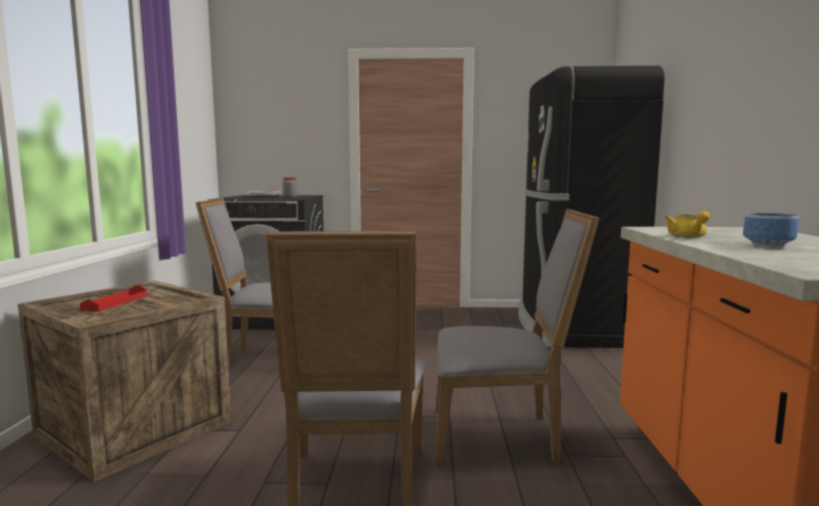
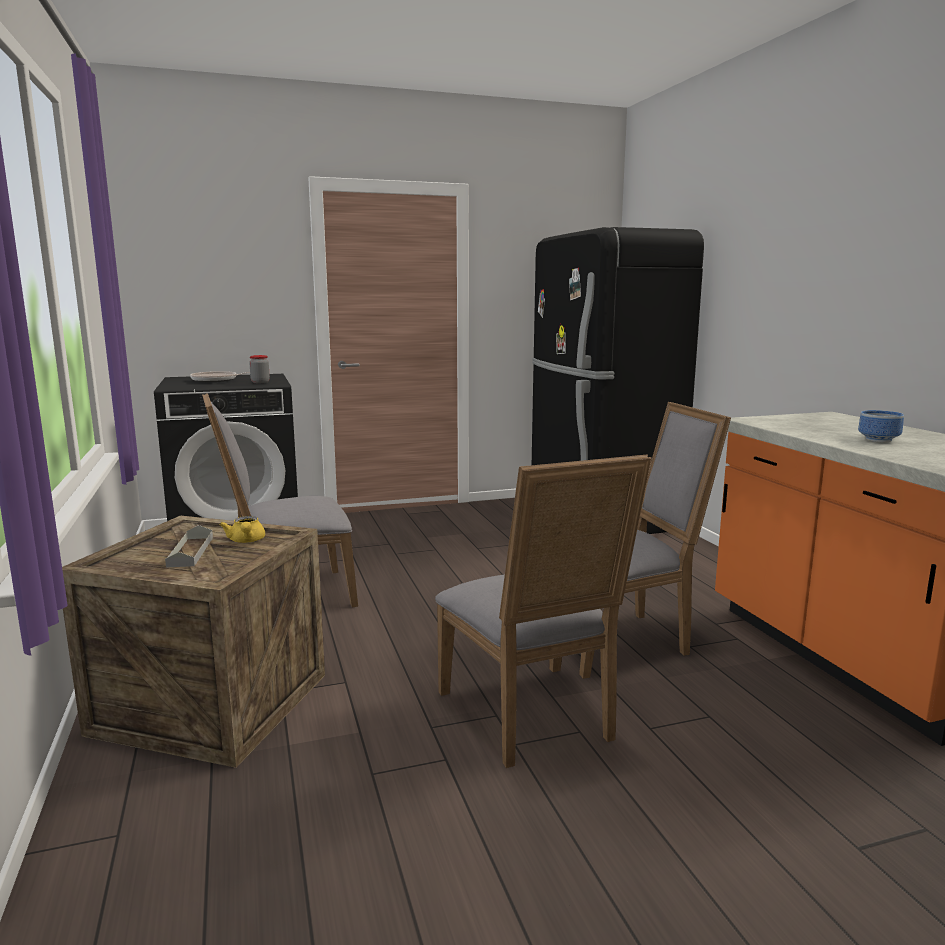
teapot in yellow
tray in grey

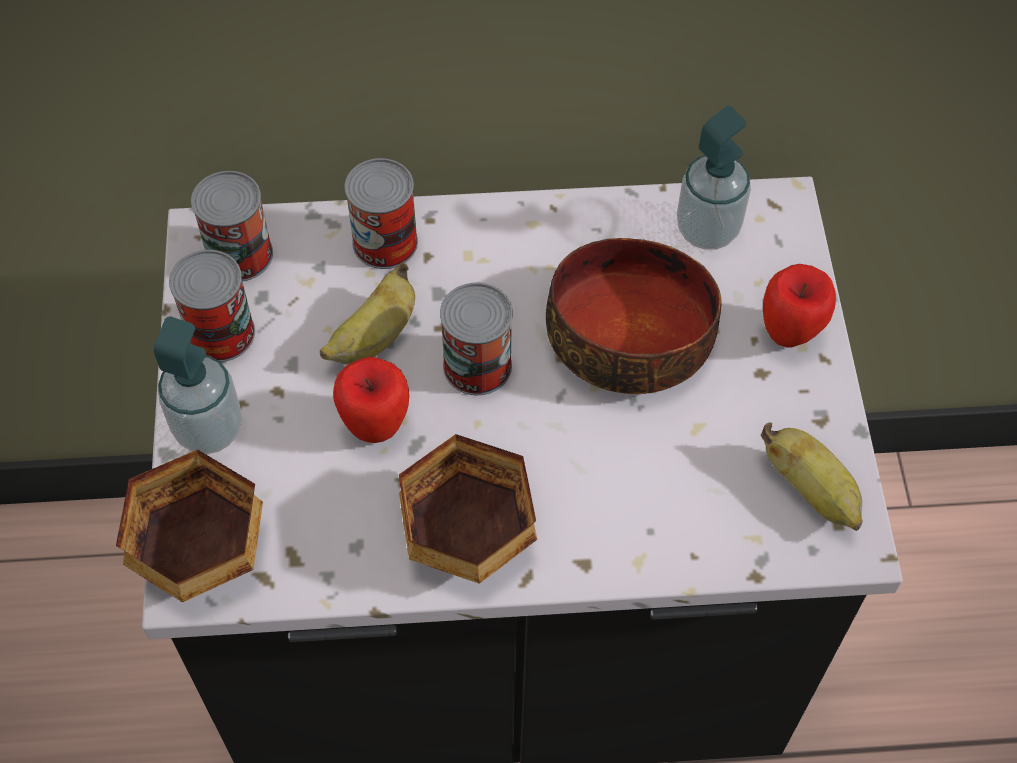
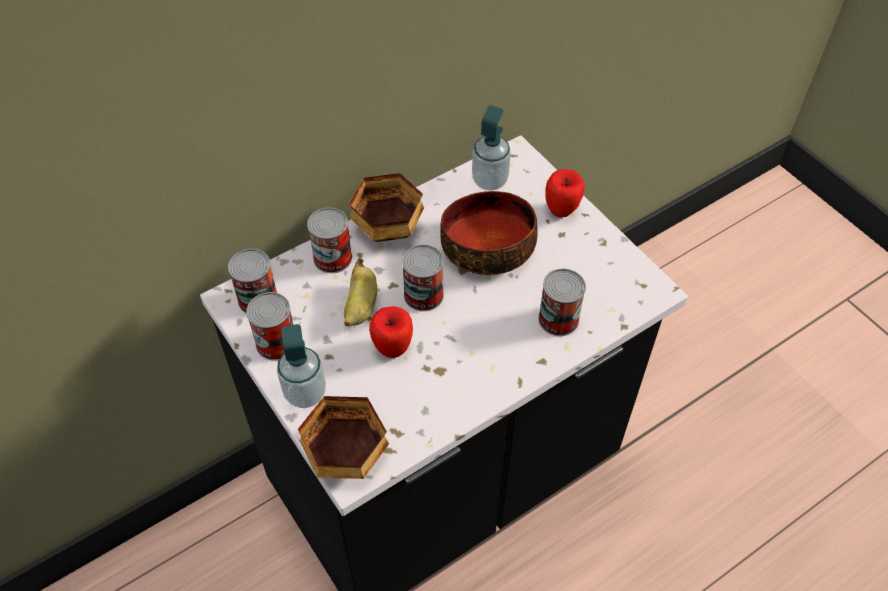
banana (2nd from left in the first image)
can (5th from left)
bowl (2nd from left)

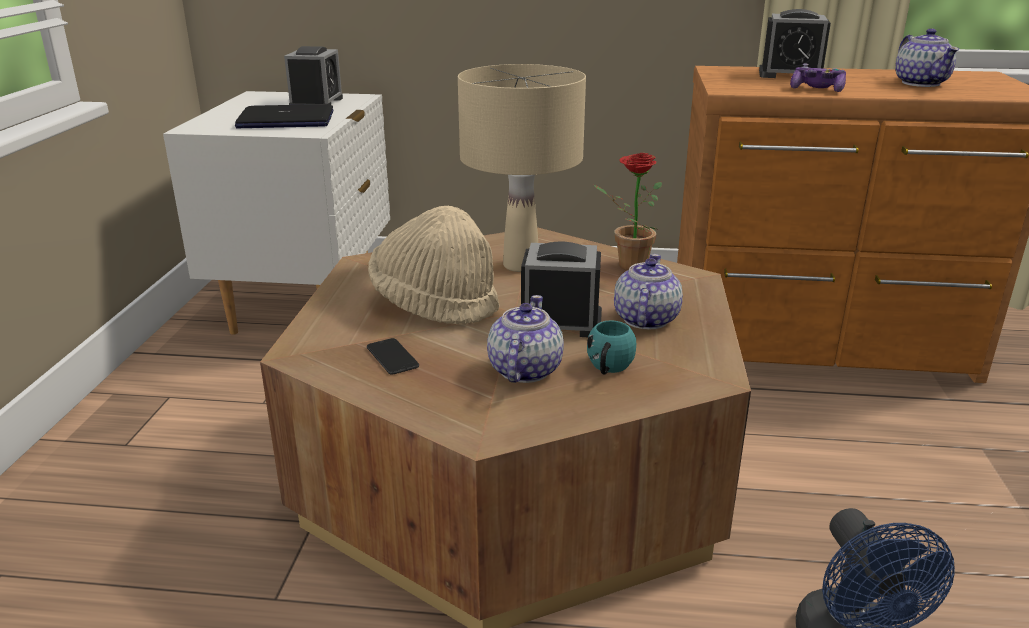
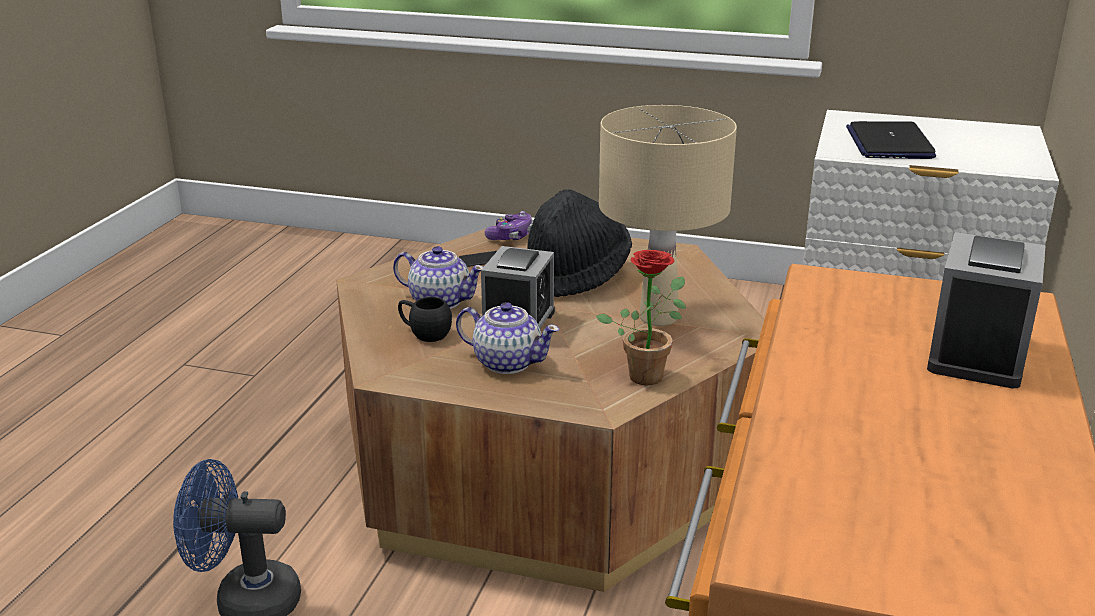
alarm clock (1st from left in the first image)
teapot (3rd from left in the first image)
game controller
hat in black
mug in black

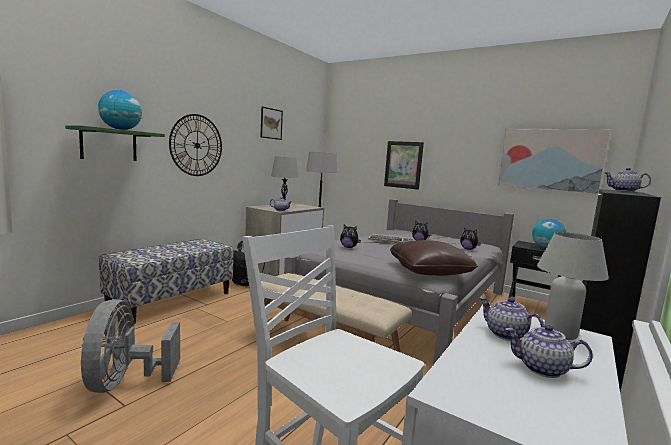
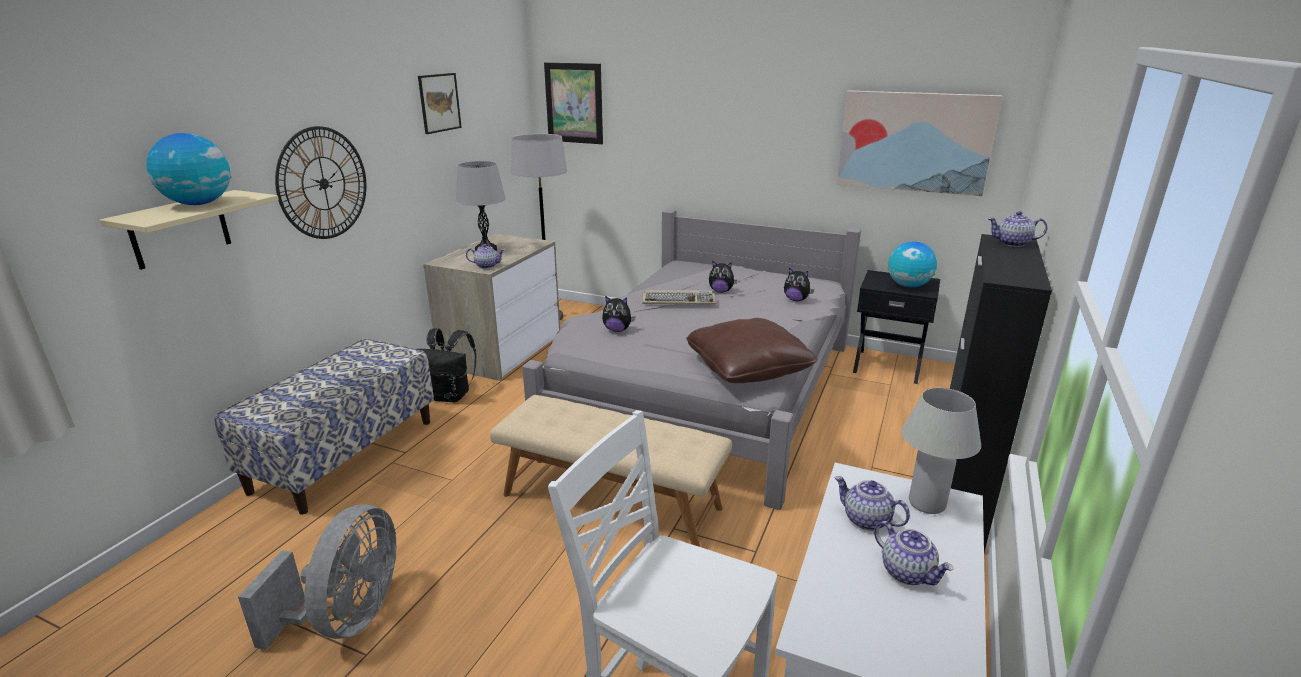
picture (2nd from left)
shelf in beige
fan in grey
teapot (3rd from left)

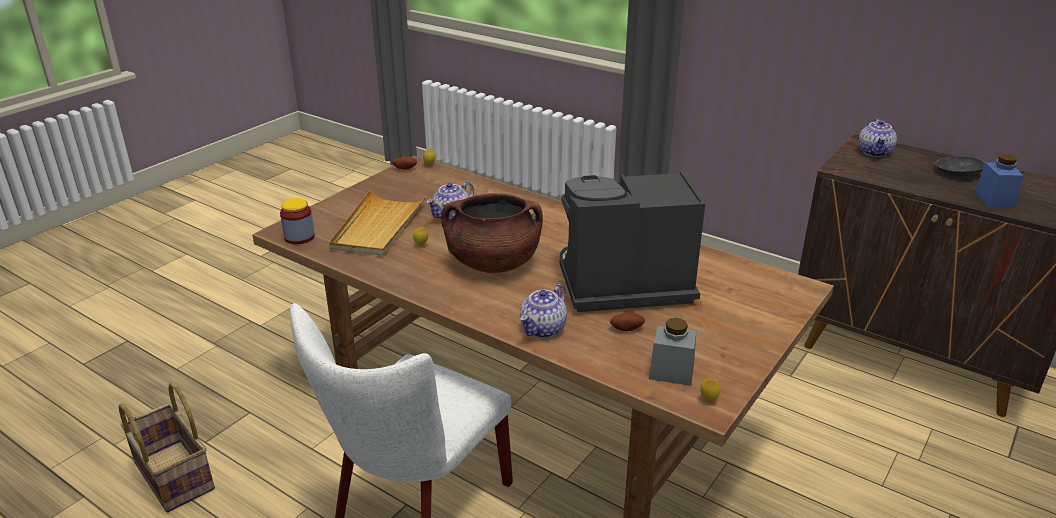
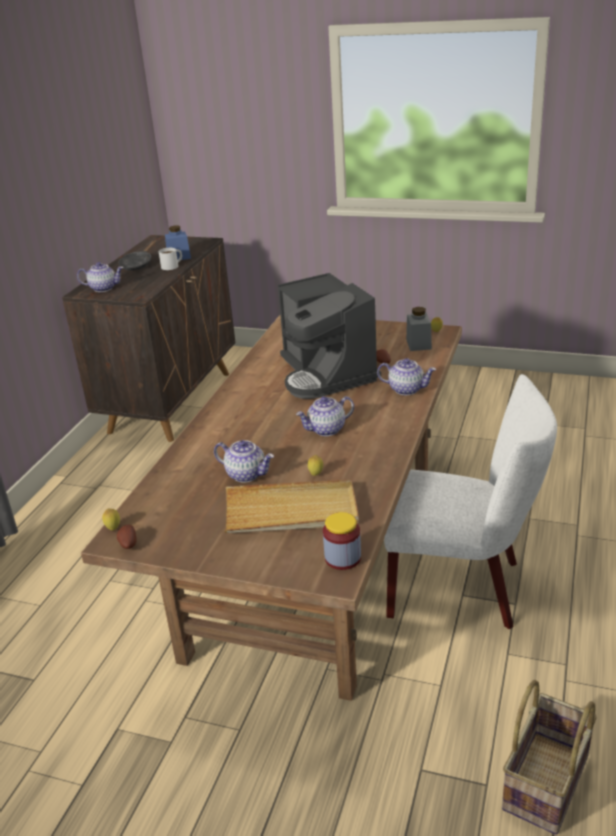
mug in white
teapot (3rd from left)

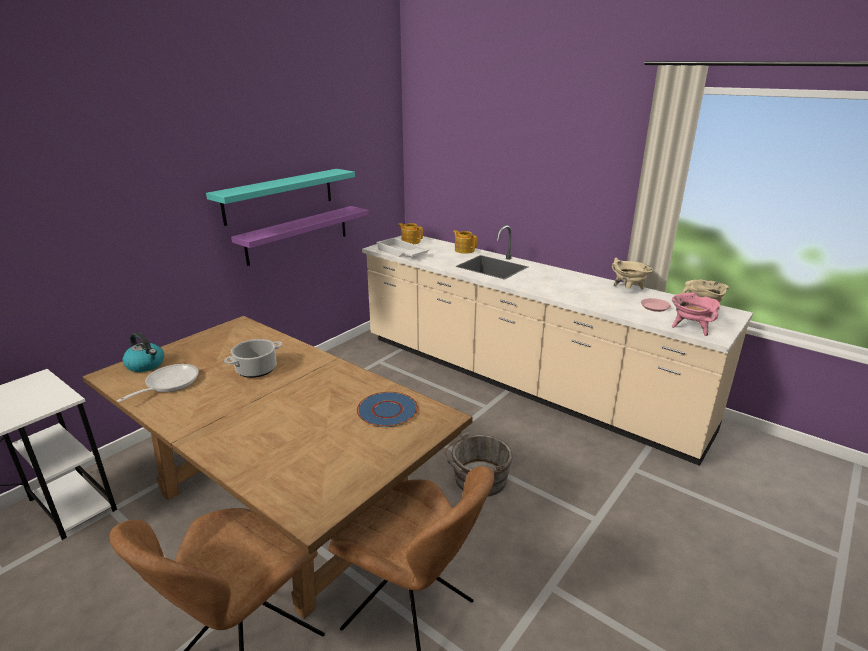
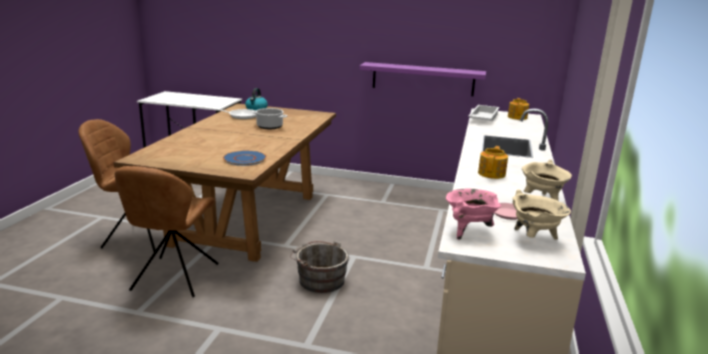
shelf in turquoise
teapot (1st from left)

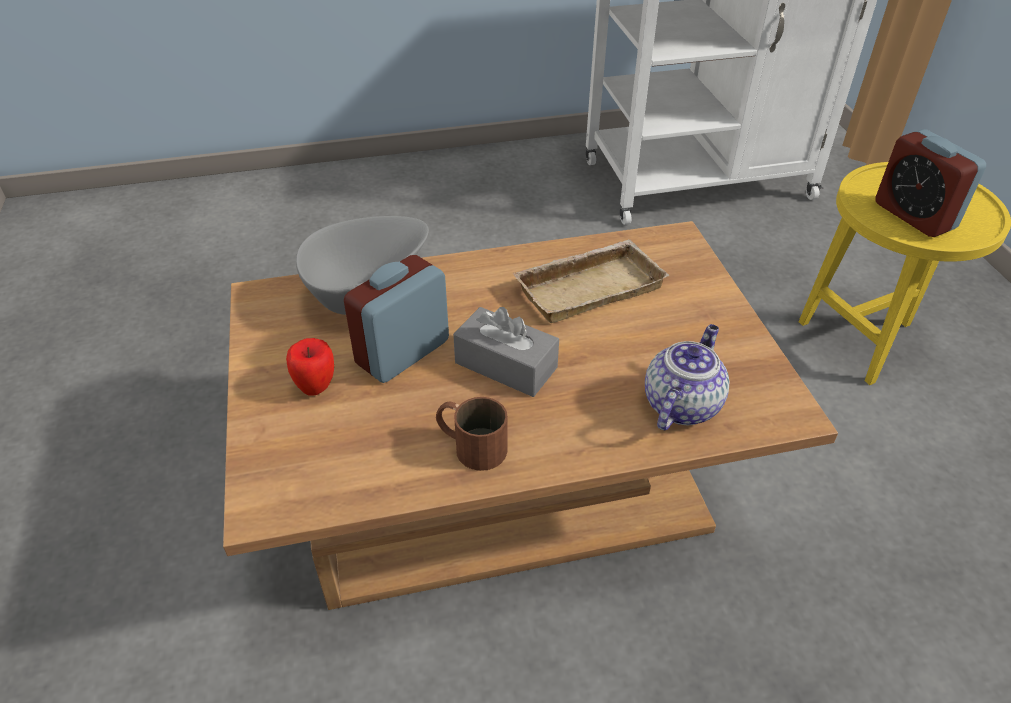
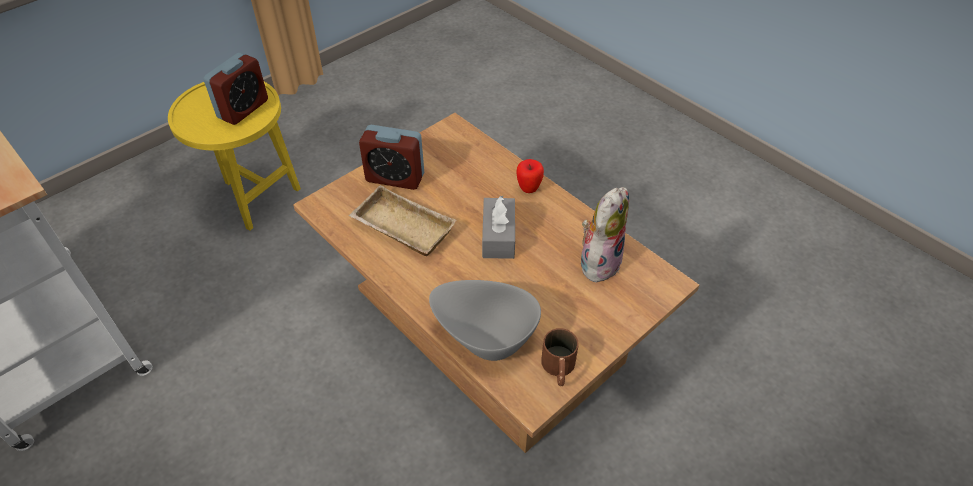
teapot
plush toy
apple
alarm clock (2nd from left)
mug in brown

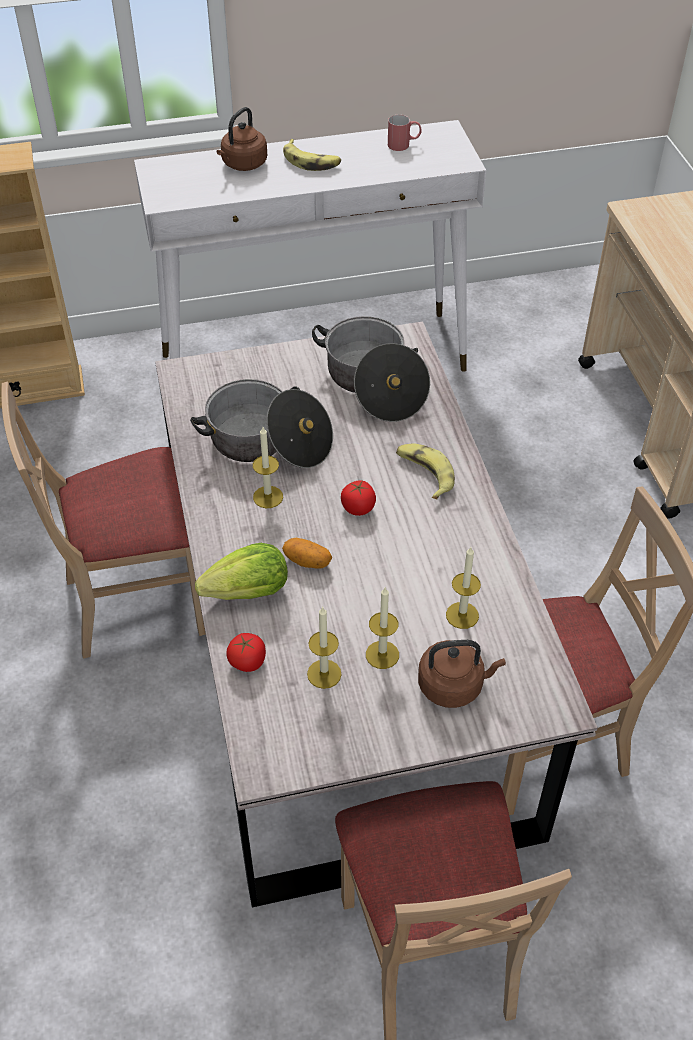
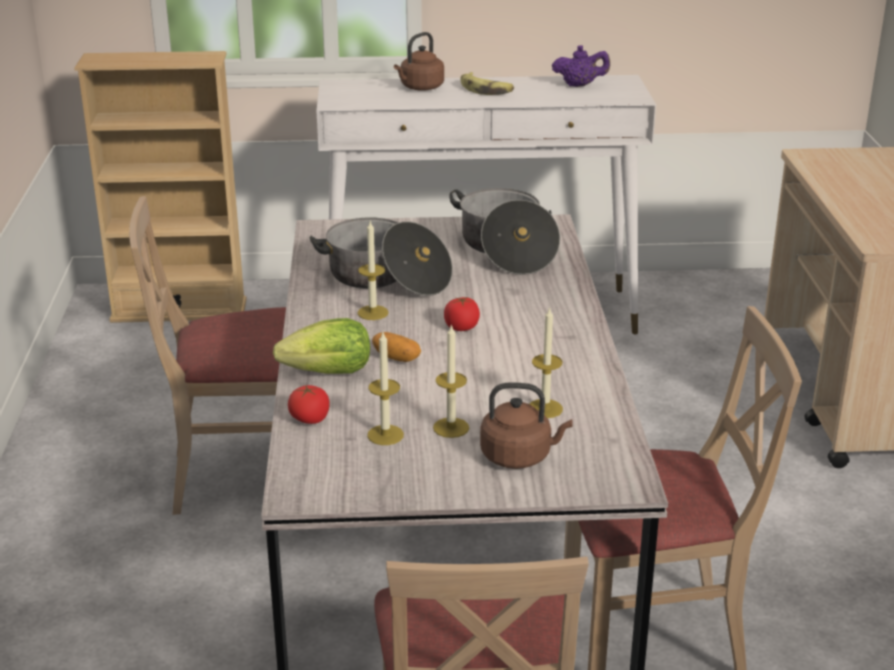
banana (2nd from left in the first image)
teapot in purple

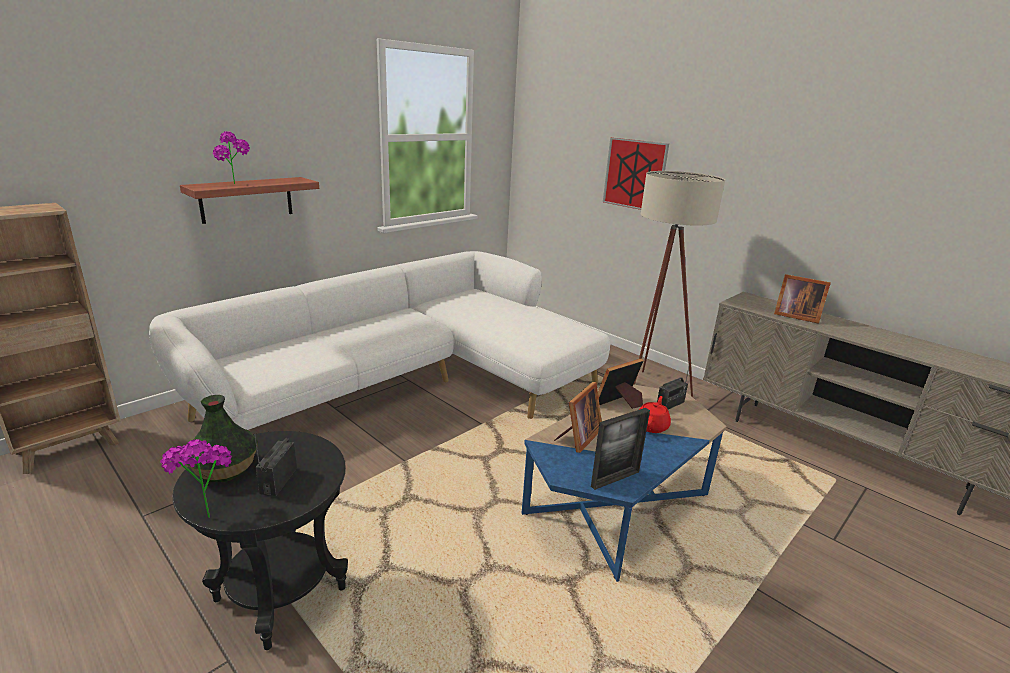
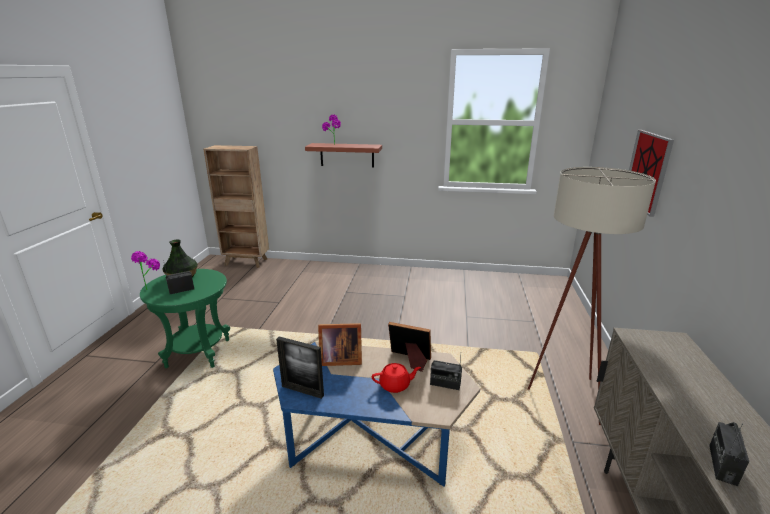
sofa in white
picture frame (4th from left in the first image)
radio (3rd from left)
side table in green

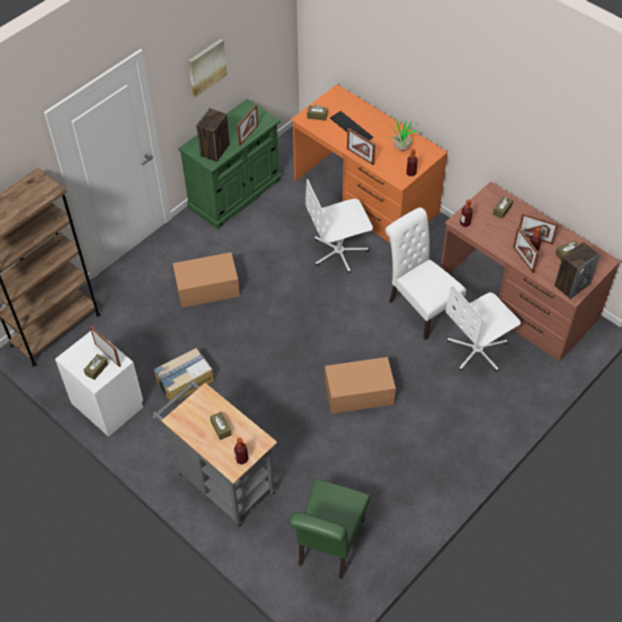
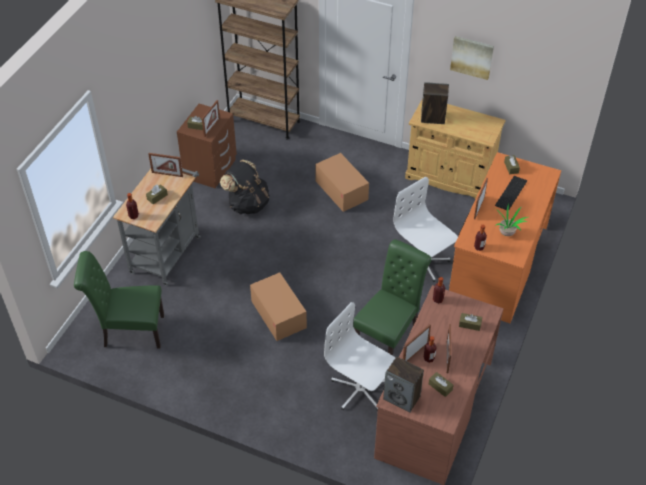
picture frame (1st from left)
backpack in black
nightstand in brown
cabinet in beige
chair in green (2nd from left)

